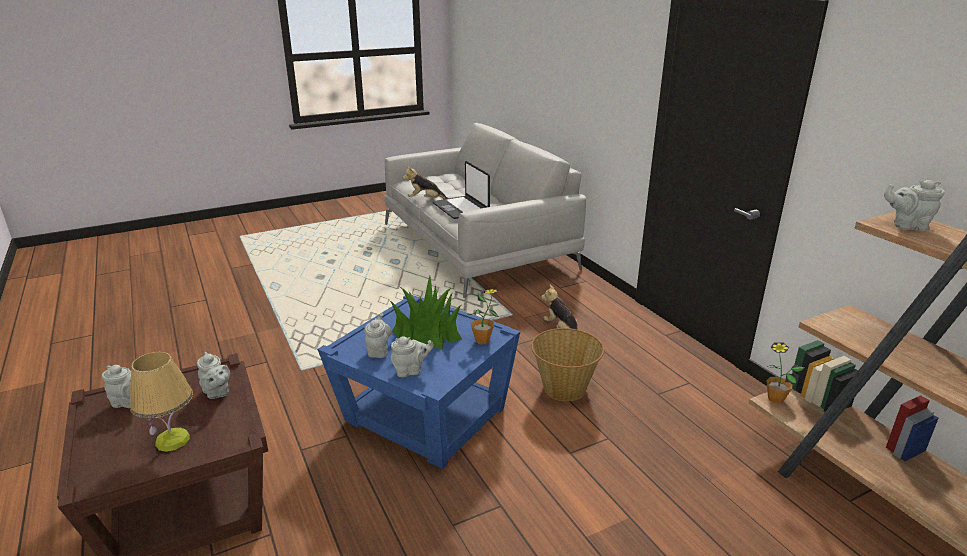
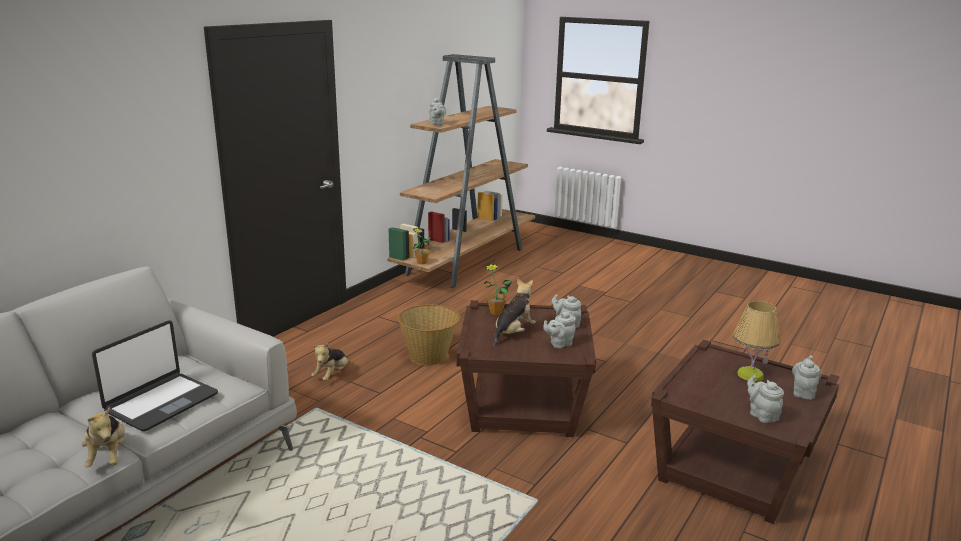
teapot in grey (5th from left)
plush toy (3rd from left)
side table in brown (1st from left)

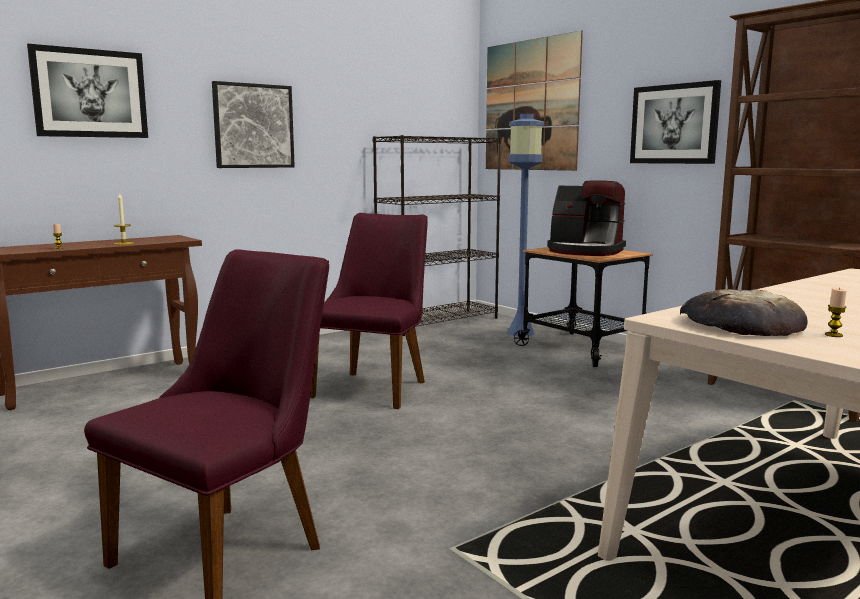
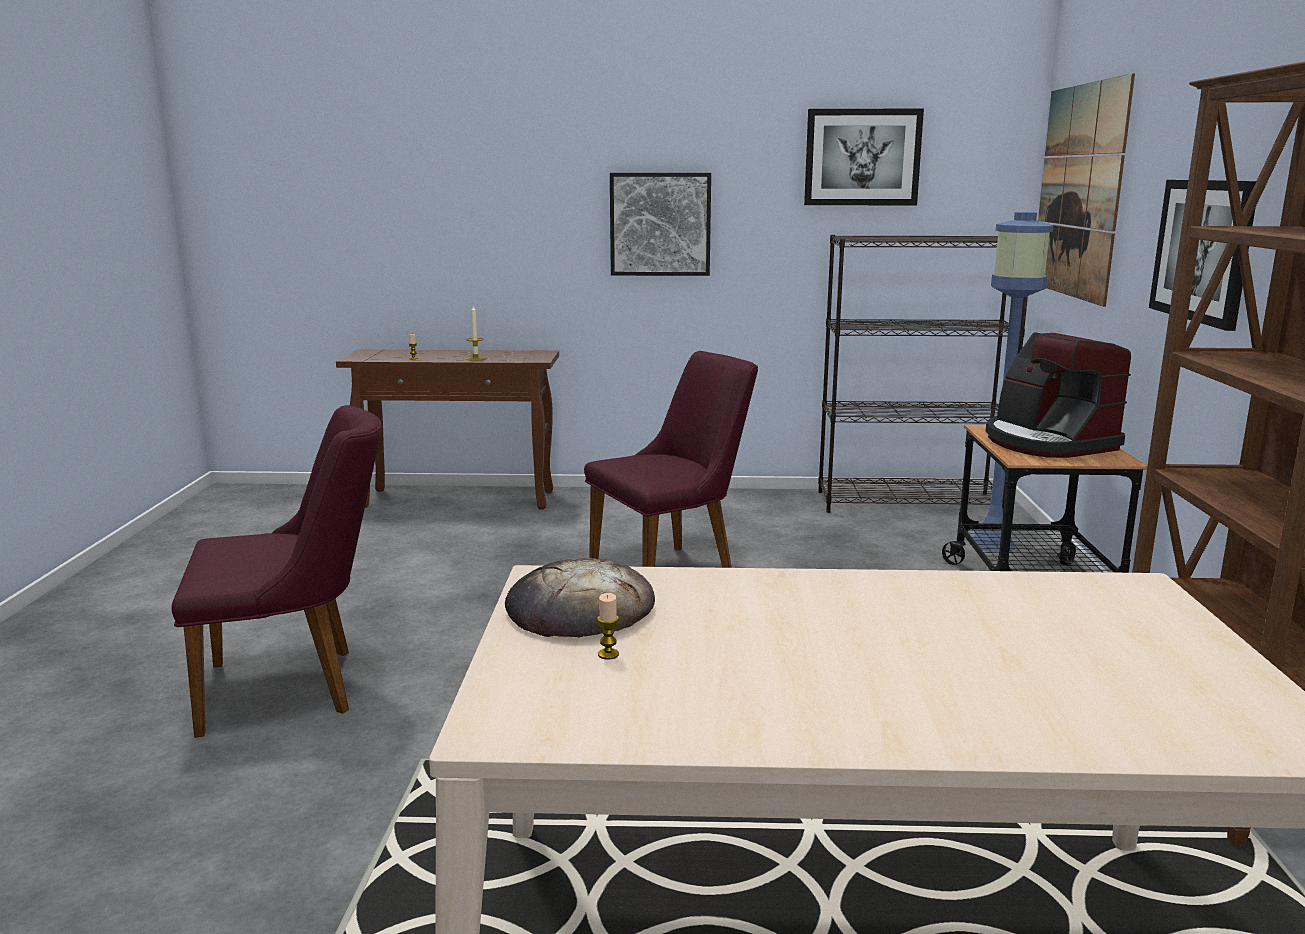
picture (2nd from left)

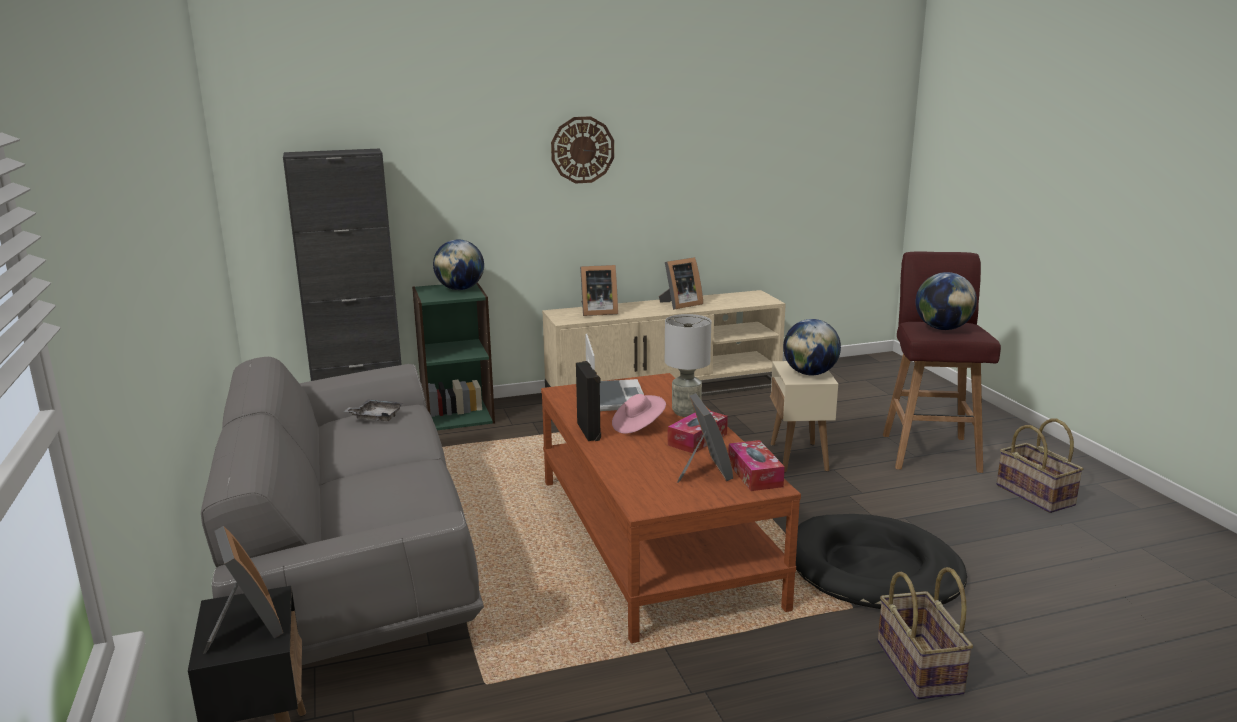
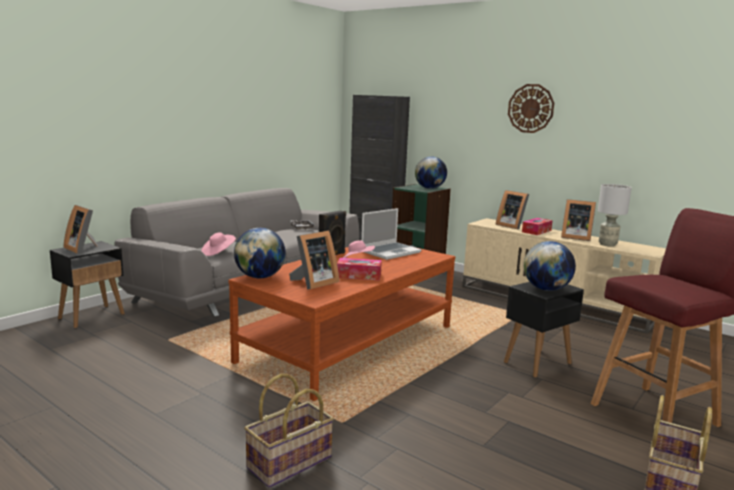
dog bed in black
hat in pink (1st from left)
table lamp in grey
tissue box (2nd from left)
globe (1st from left)
side table in black (2nd from left)
picture frame (1st from left)

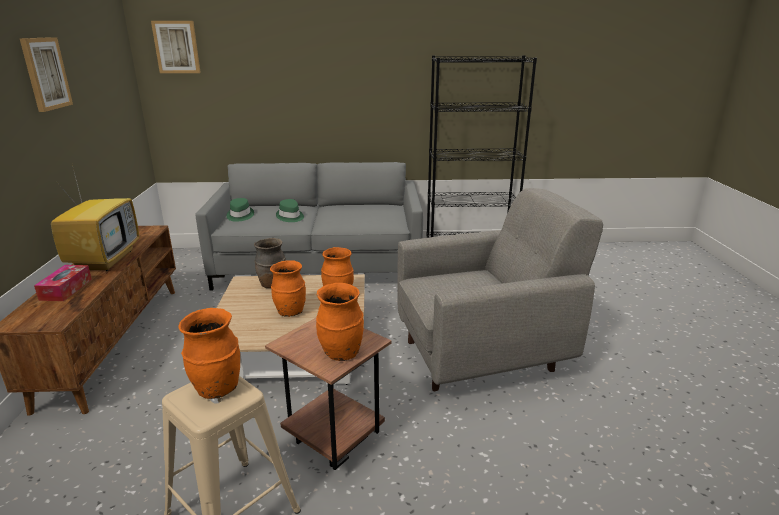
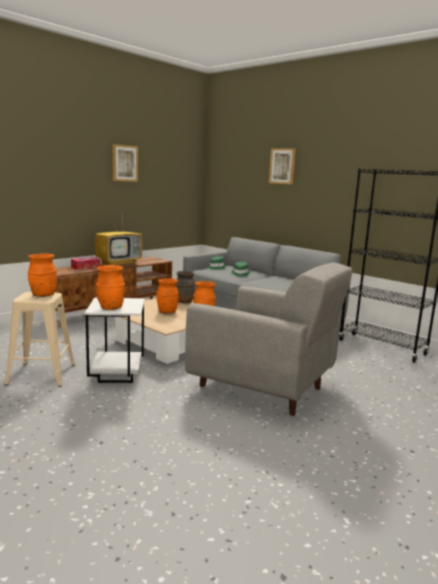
picture (2nd from left)
side table in white

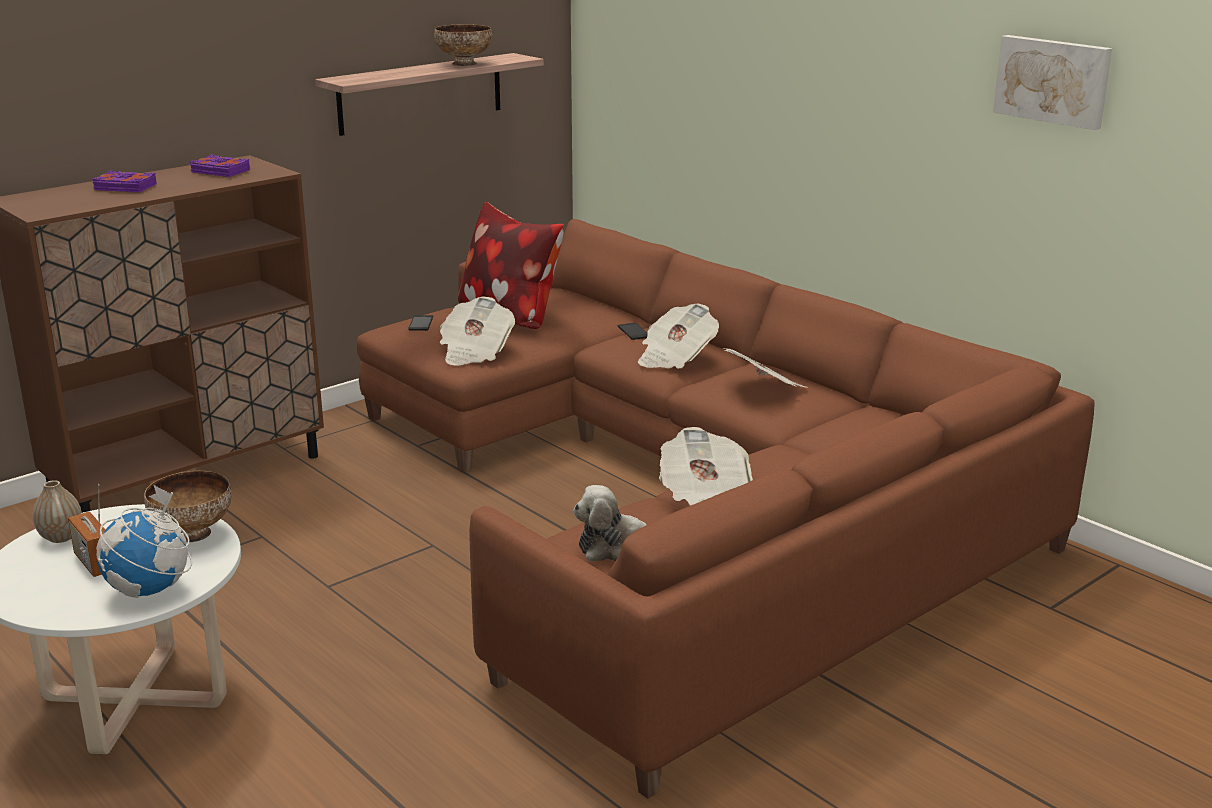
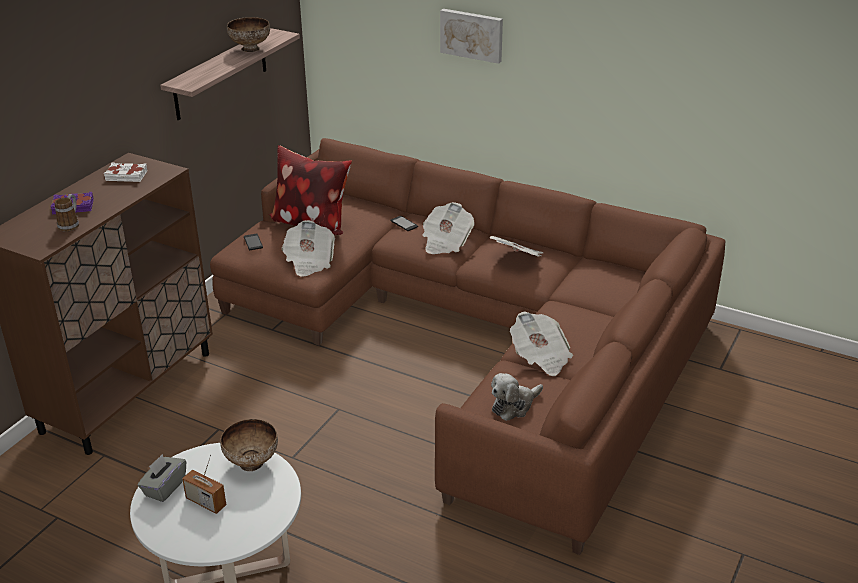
globe
mug
picture
tissue box in grey
book in white

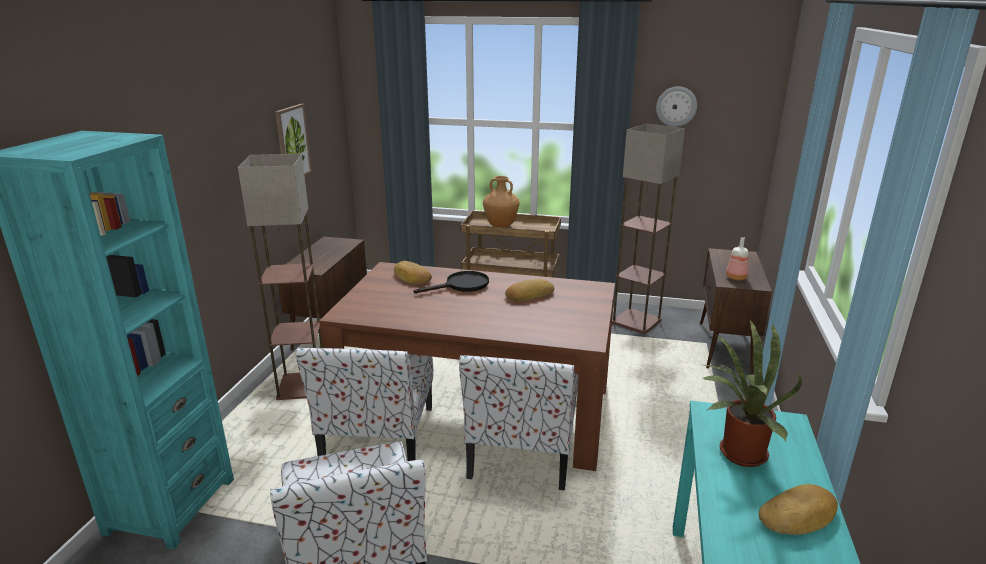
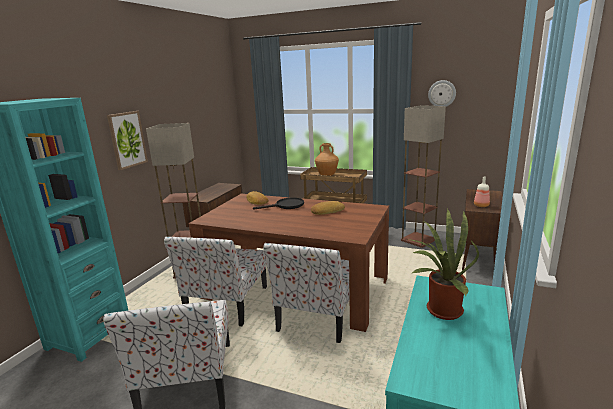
bread (3rd from left in the first image)
picture

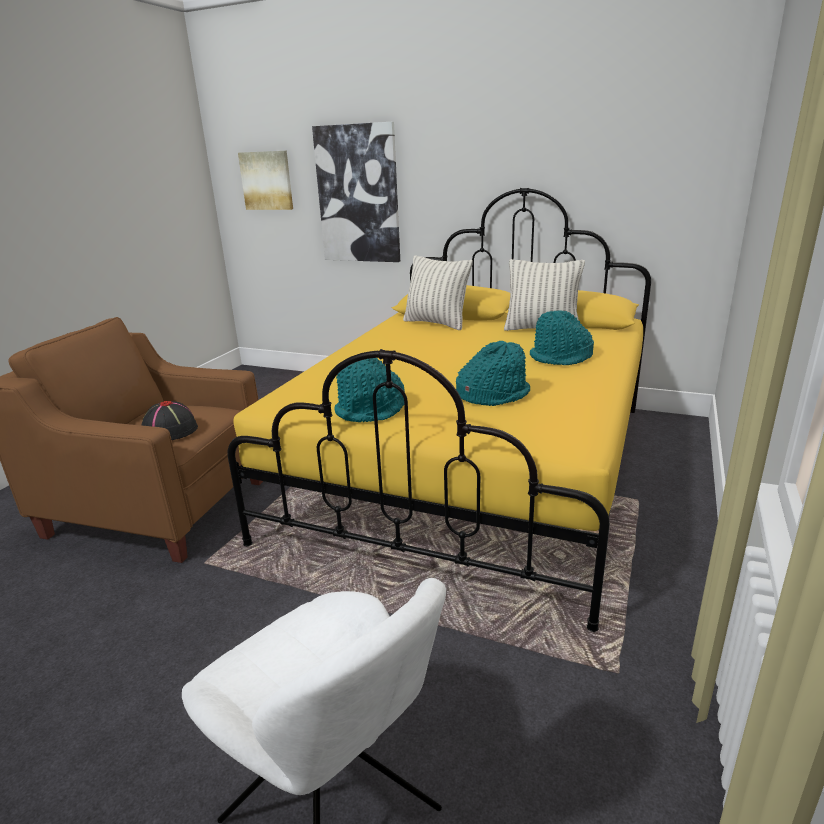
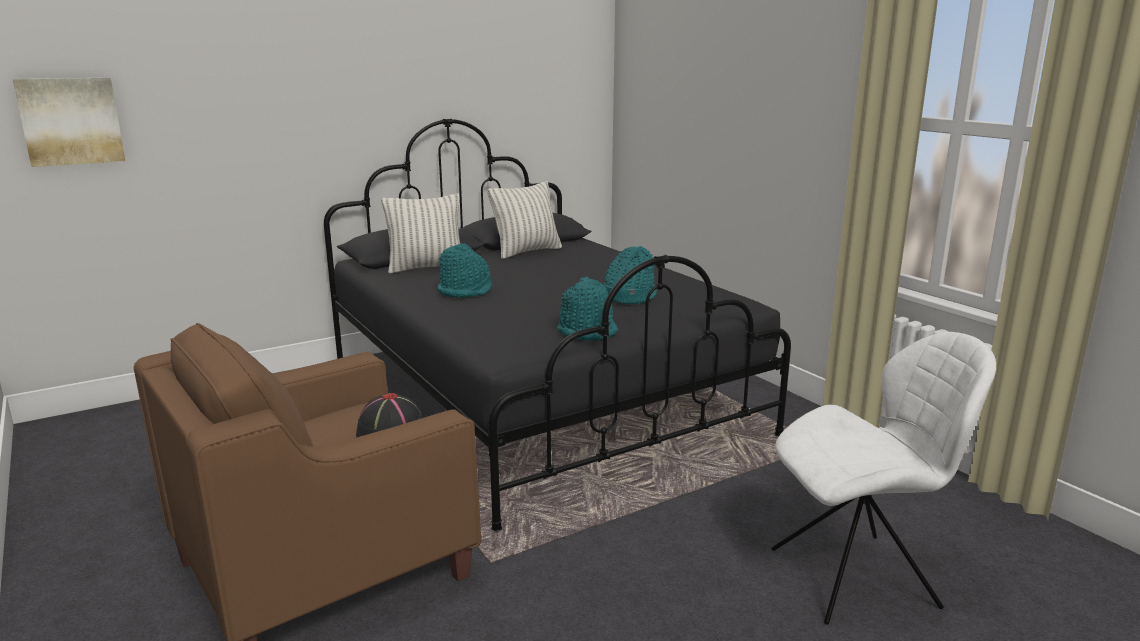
picture (2nd from left in the first image)
hat in turquoise (1st from left)
bed in black

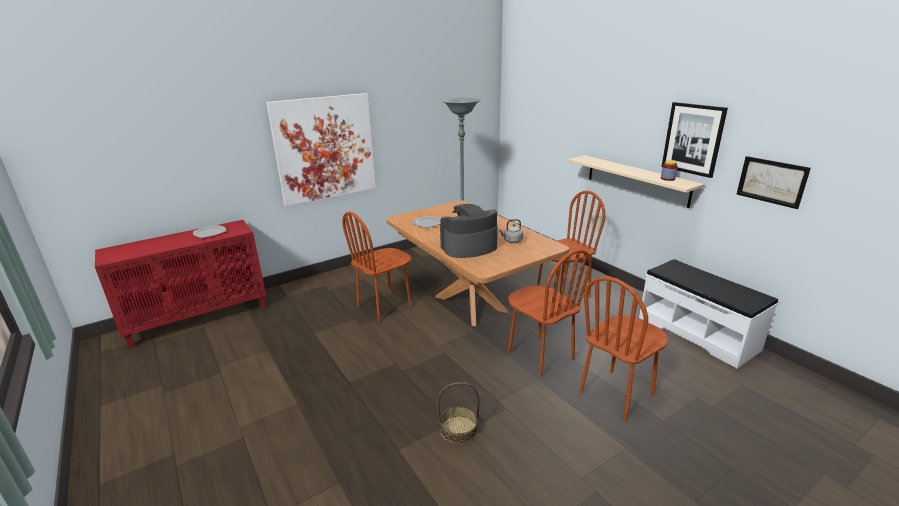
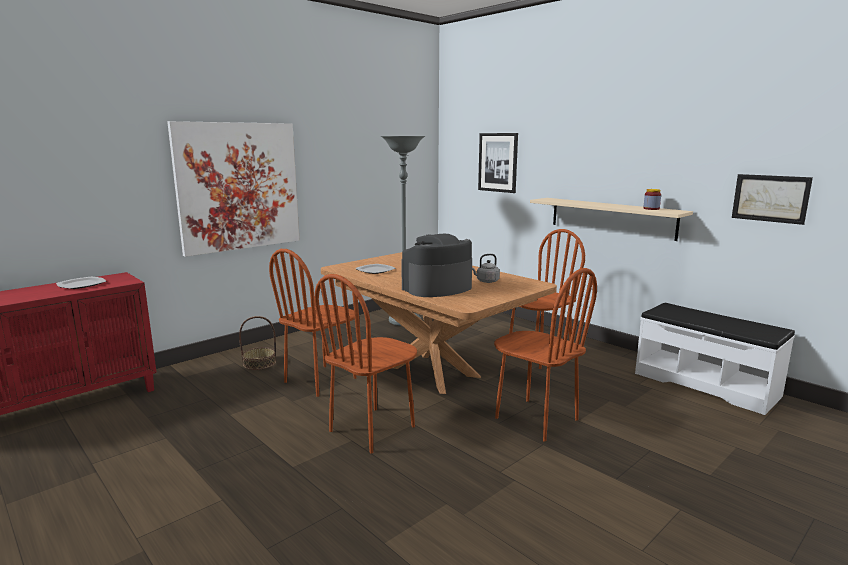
basket
chair in brown (2nd from left)
picture (2nd from left)

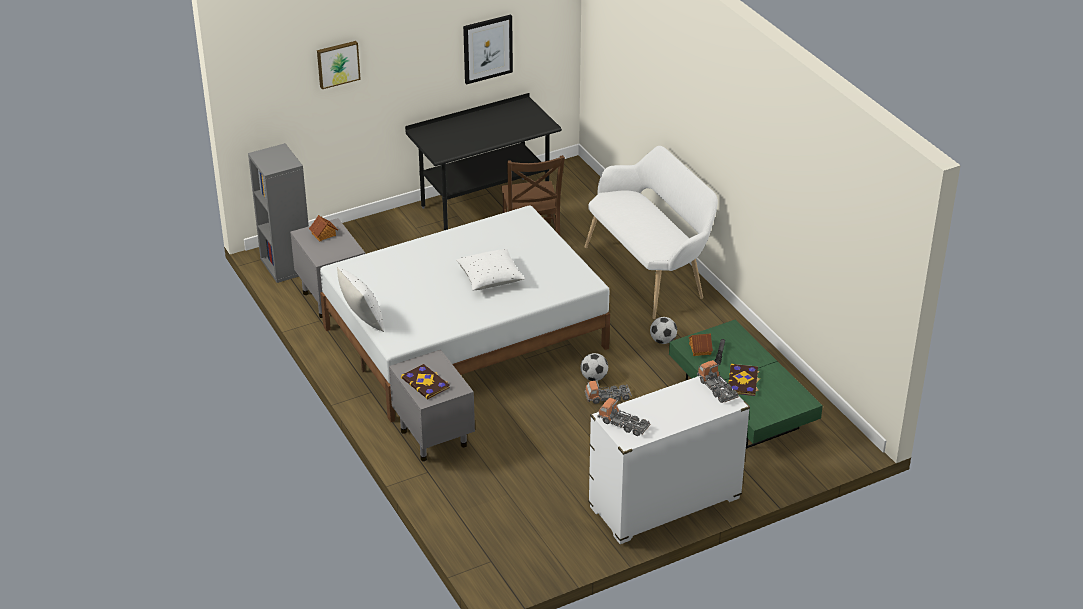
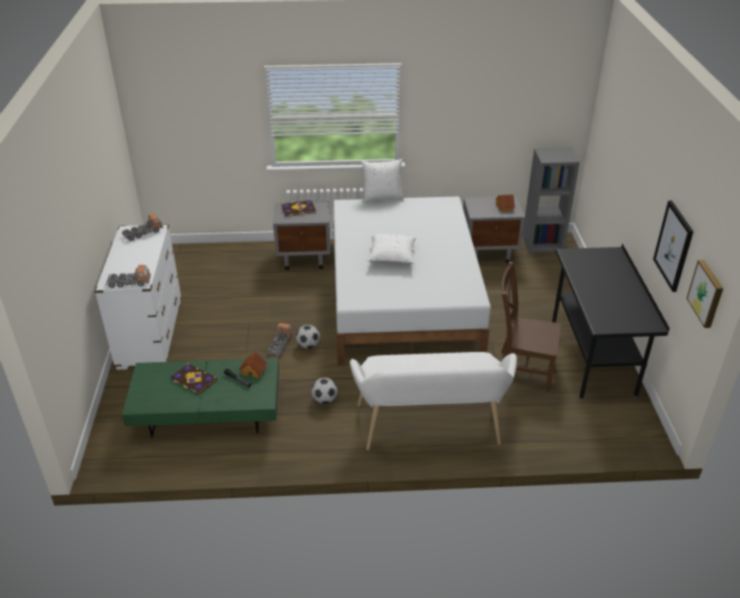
picture (2nd from left)

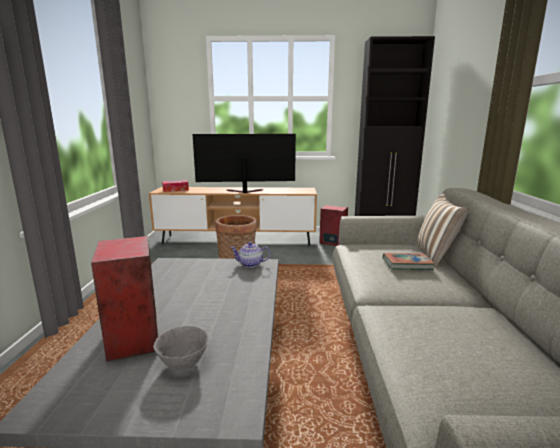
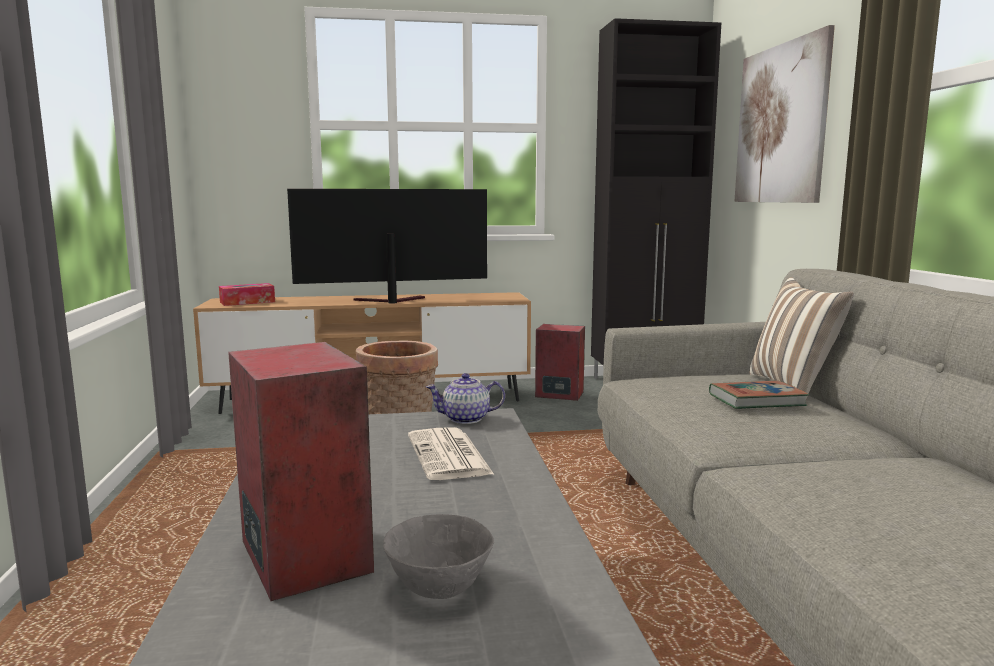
newspaper
picture

